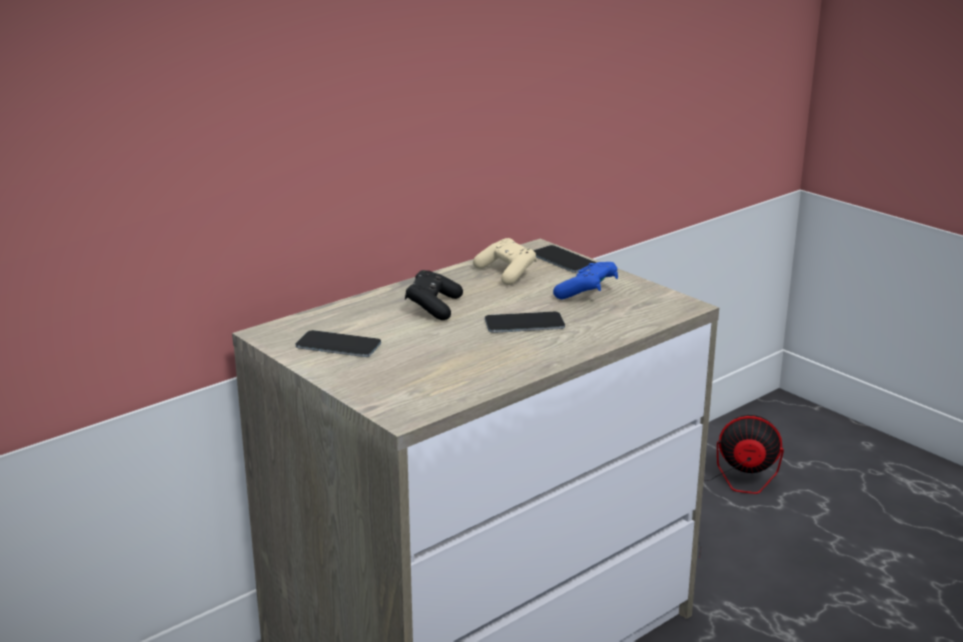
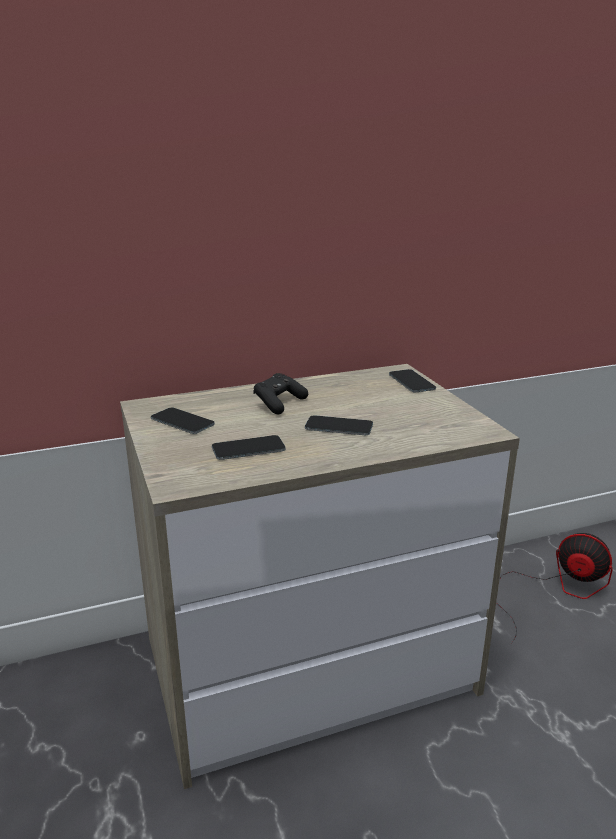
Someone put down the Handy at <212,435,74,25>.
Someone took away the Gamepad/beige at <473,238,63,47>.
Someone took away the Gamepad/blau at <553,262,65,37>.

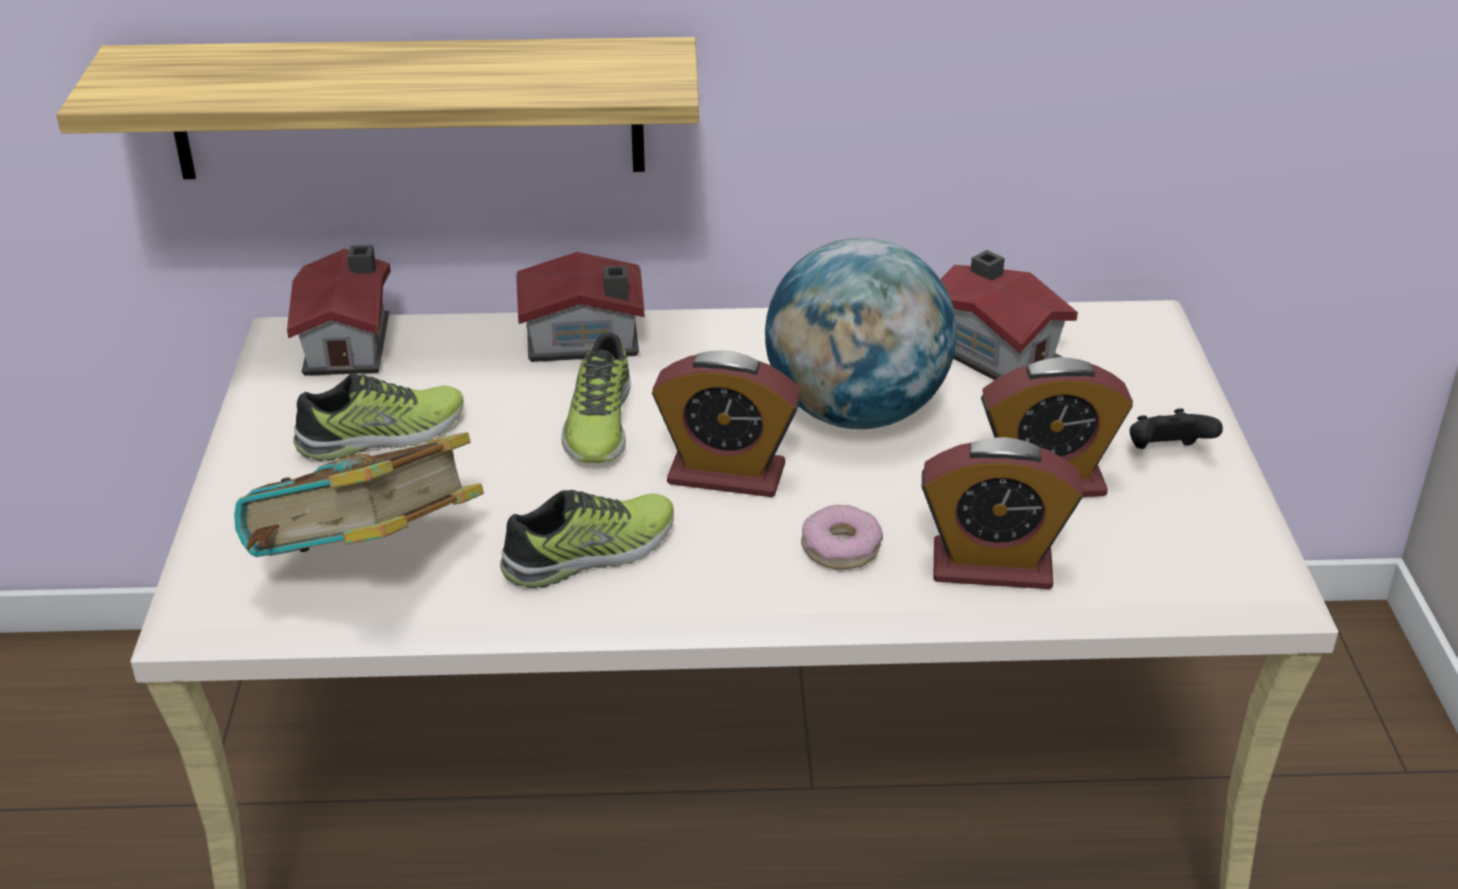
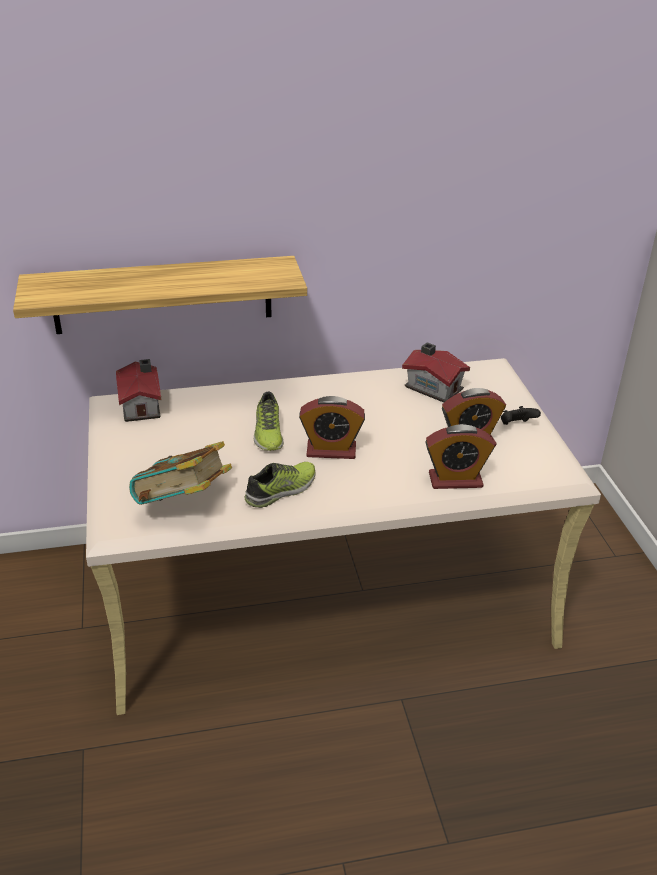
Someone took away the Schuh at <293,374,171,87>.
Someone took away the Spielzeughaus at <516,252,128,110>.
Someone took away the Globus at <765,238,192,191>.
Someone took away the Donut at <801,504,82,65>.

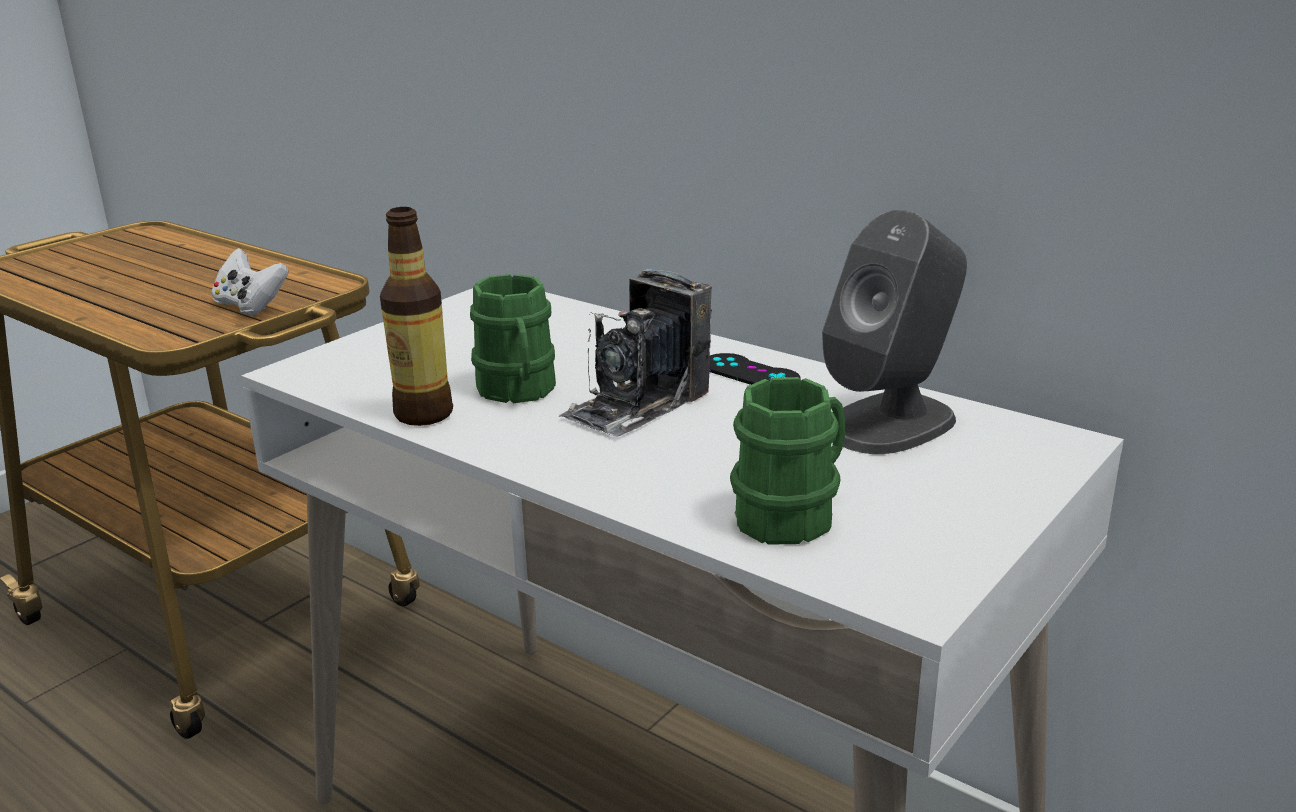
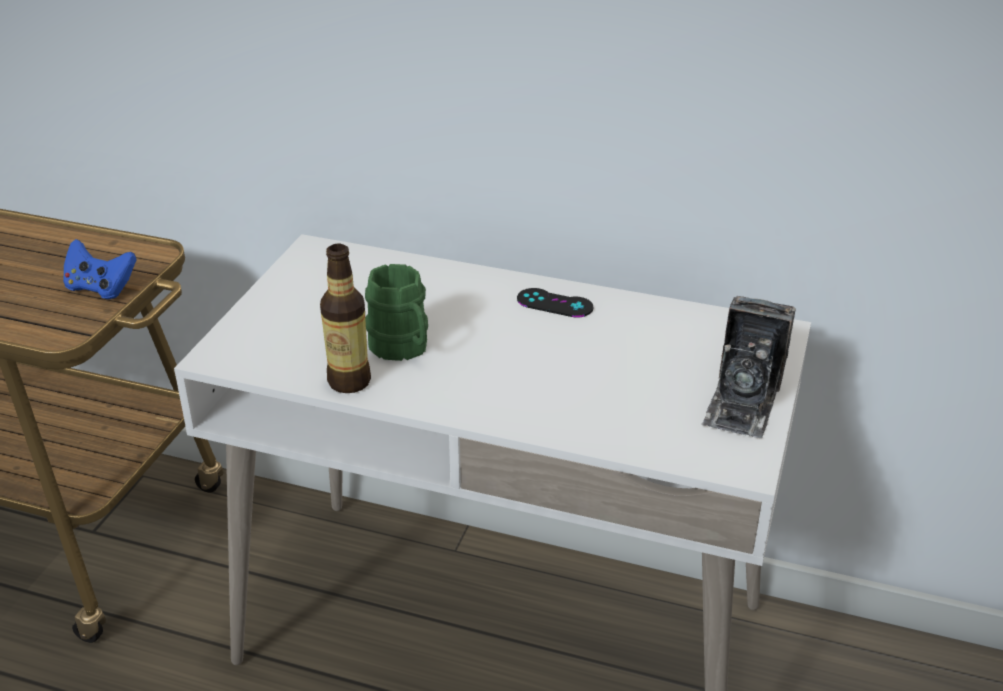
Someone repainted the Gamepad/weiß at <212,248,77,67>, which became the Gamepad/blau at <63,239,74,60>.
Someone carried the Kamera from <558,269,154,168> to <702,296,94,142>.
Someone took away the Henkelbecher/grün at <730,377,115,168>.
Someone took away the Lautsprecher/grau at <822,209,145,245>.

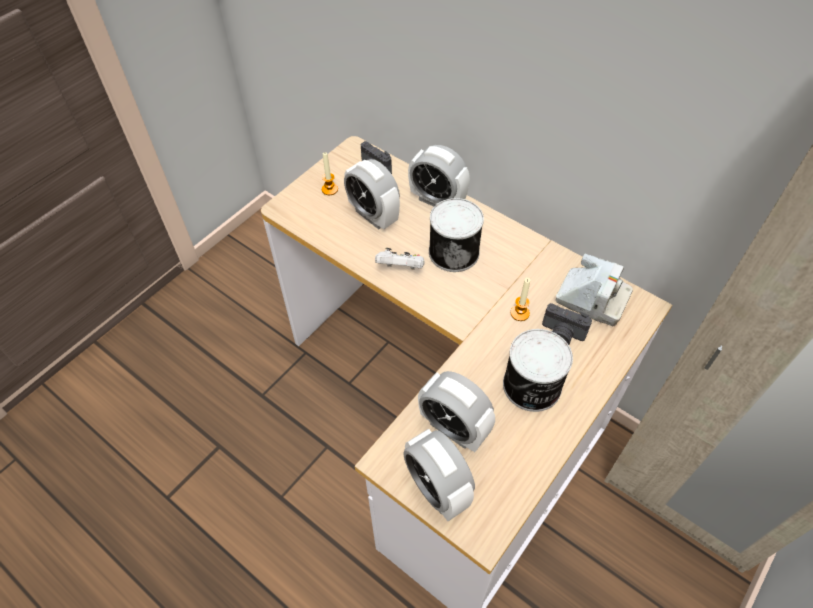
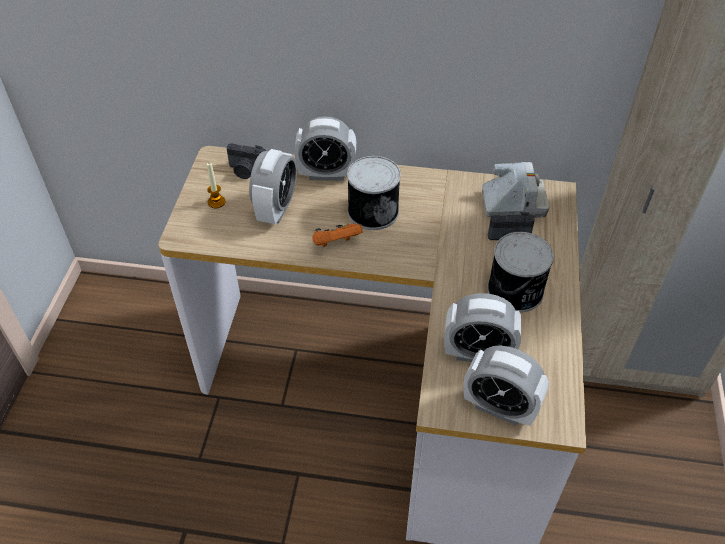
Someone rotated the Wecker at <344,159,56,70> by 90 degrees counterclockwise.
Someone repainted the Gamepad/weiß at <375,248,50,22>, which became the Gamepad/orange at <312,223,51,24>.
Someone took away the Kerze at <511,278,19,43>.

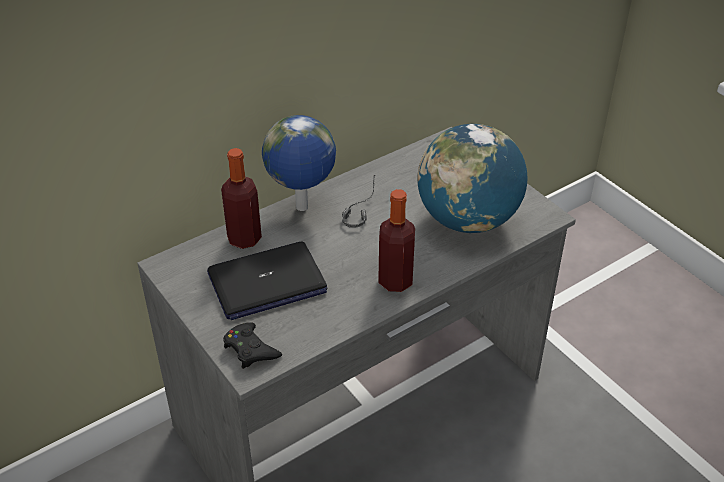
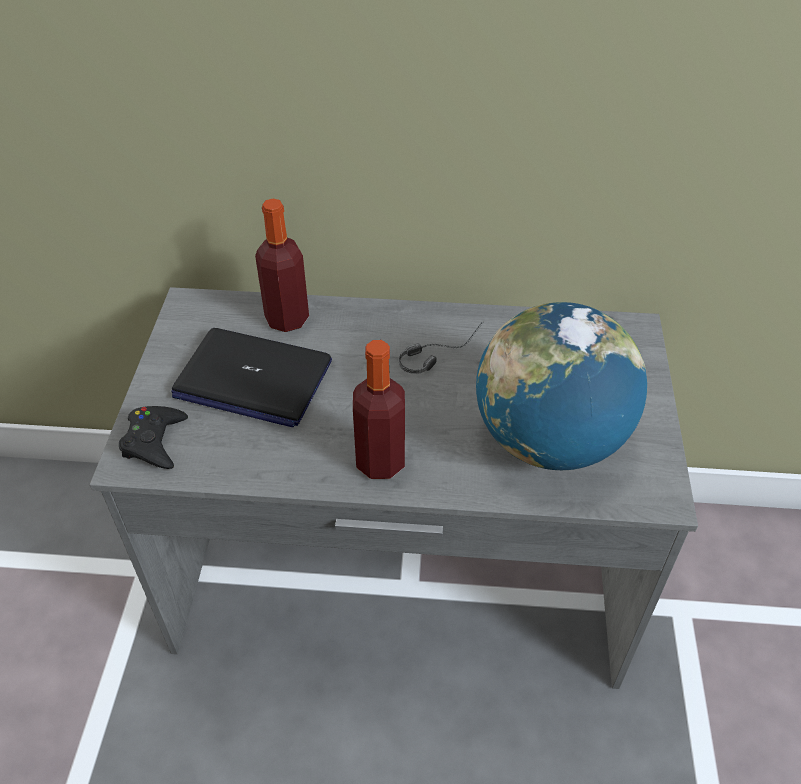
Someone took away the Globus at <262,115,74,96>.

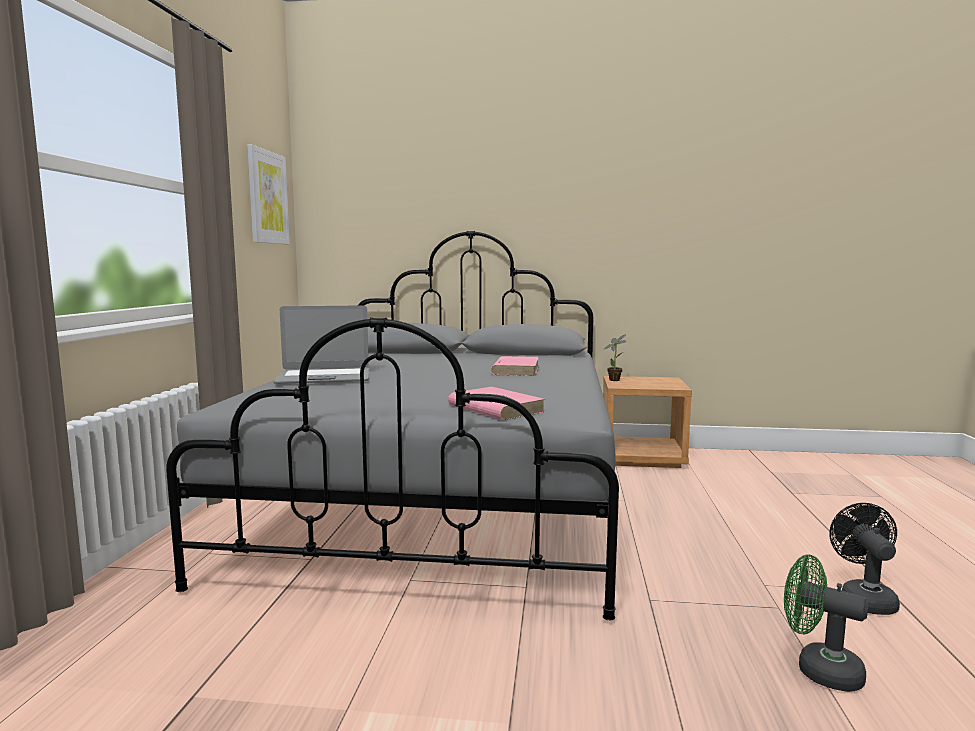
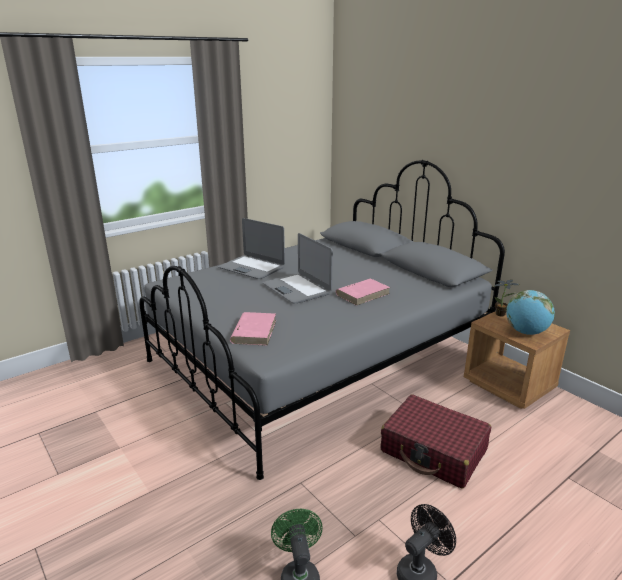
Someone put down the Laptop at <263,233,70,71>.
Someone put down the Koffer/rot at <381,395,110,94>.
Someone put down the Globus at <506,290,49,45>.
Someone took away the Bild at <247,144,43,100>.

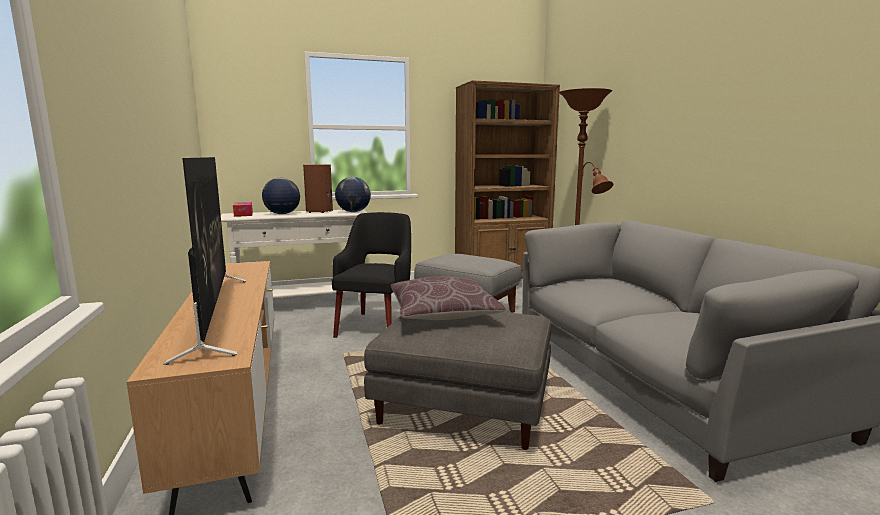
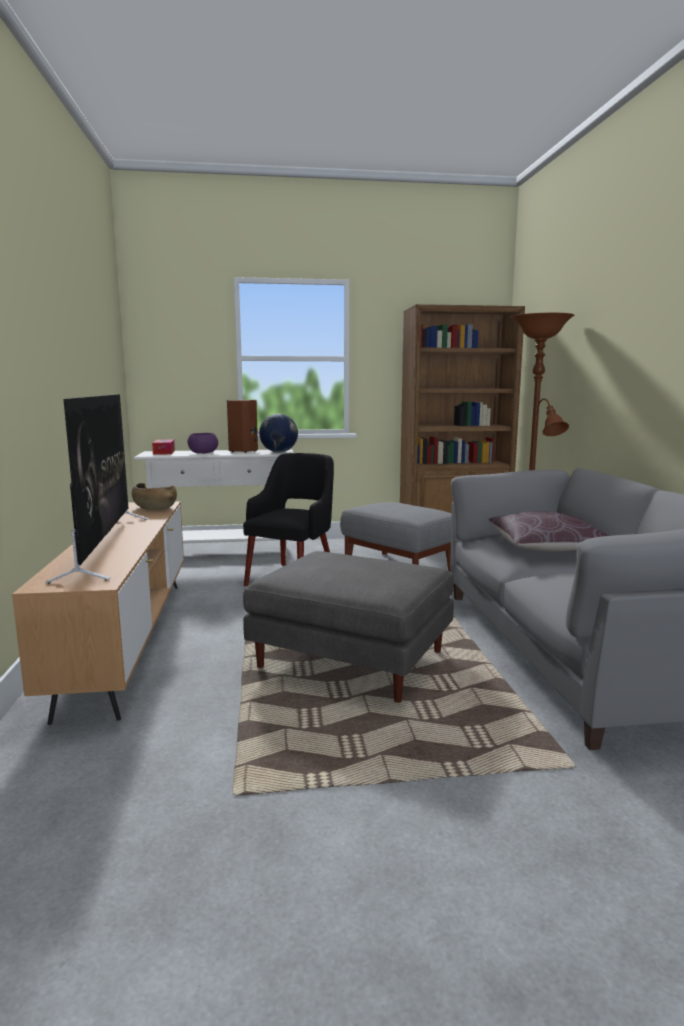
Someone put down the Schüssel/braun at <132,483,45,27>.
Someone swapped the Globus at <262,178,38,36> for the Schüssel/lila at <188,433,30,20>.
Someone carried the Kissen/braun from <391,276,115,44> to <489,511,119,41>.

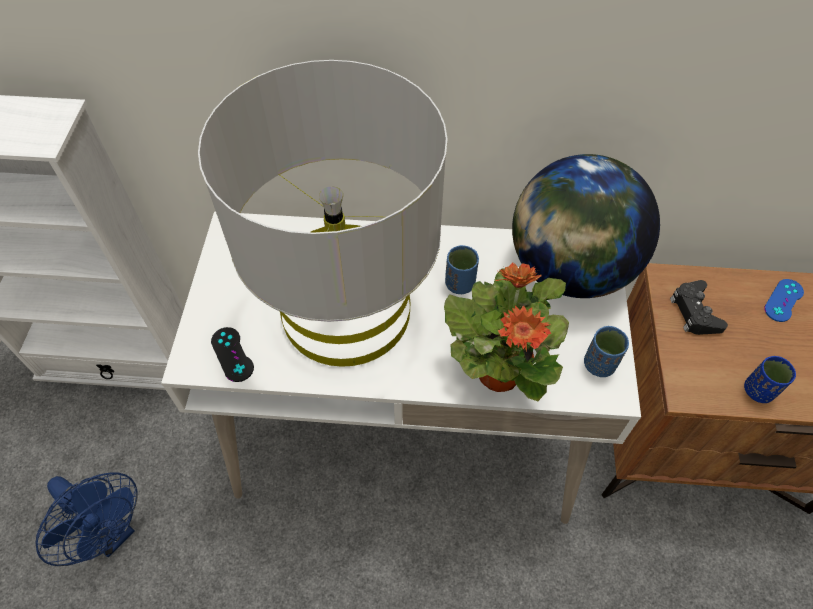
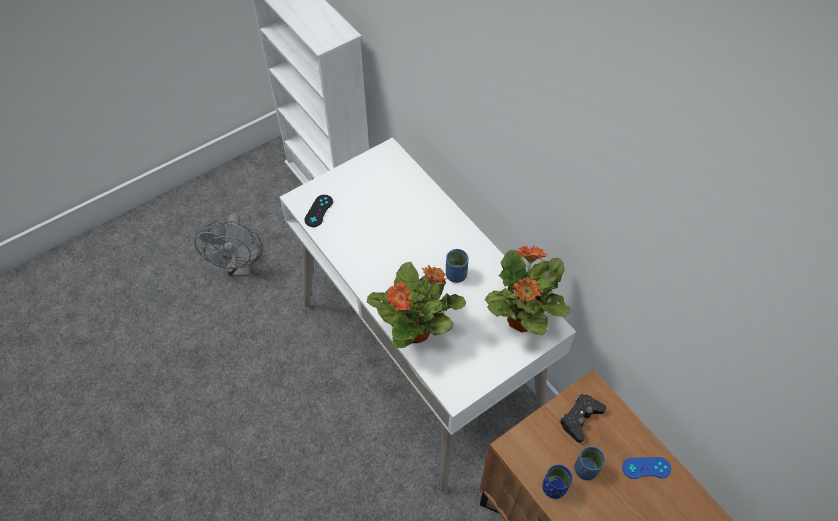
Someone repainted the Ventilator/blau at <36,472,102,94>, which became the Ventilator/grau at <195,213,68,64>.
Someone swapped the Globus at <512,154,148,144> for the Topfpflanze at <485,245,85,90>.
Someone carried the Tasse/blau from <584,326,45,51> to <574,446,31,34>.
Someone took away the Tischlampe/grau at <198,60,249,307>.

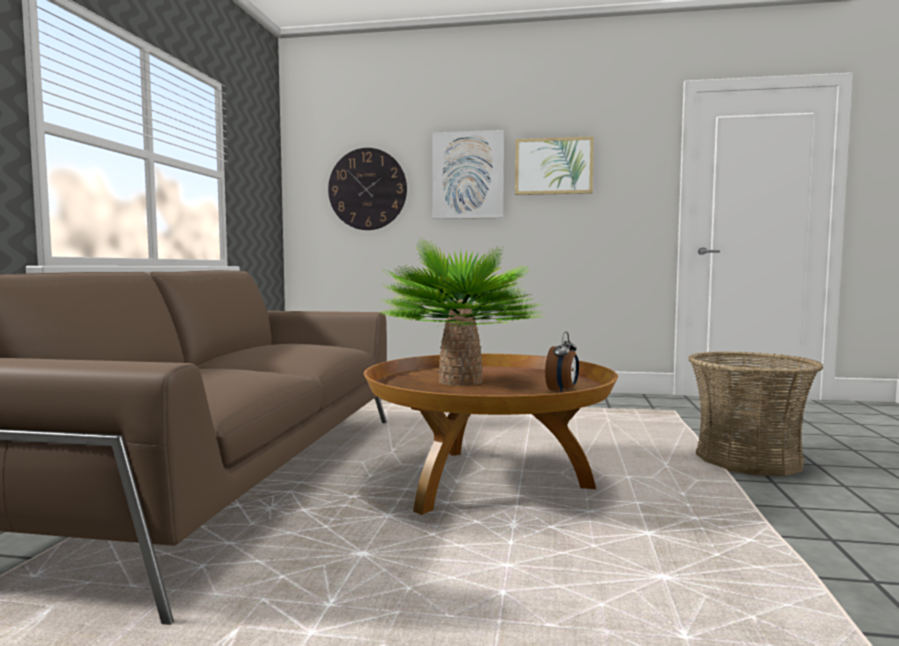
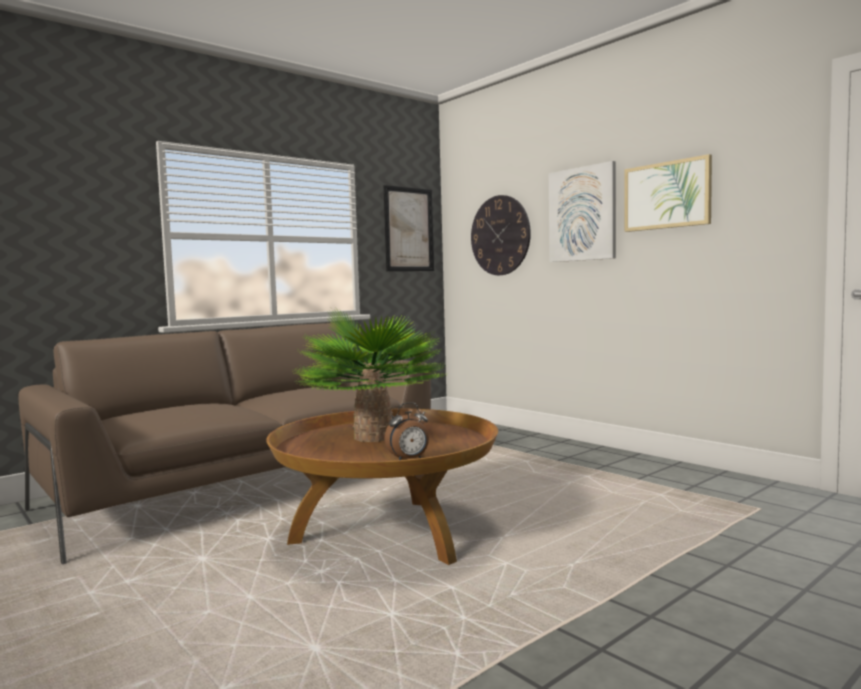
Someone put up the Bild at <383,185,51,86>.
Someone took away the Korb at <688,351,135,125>.

